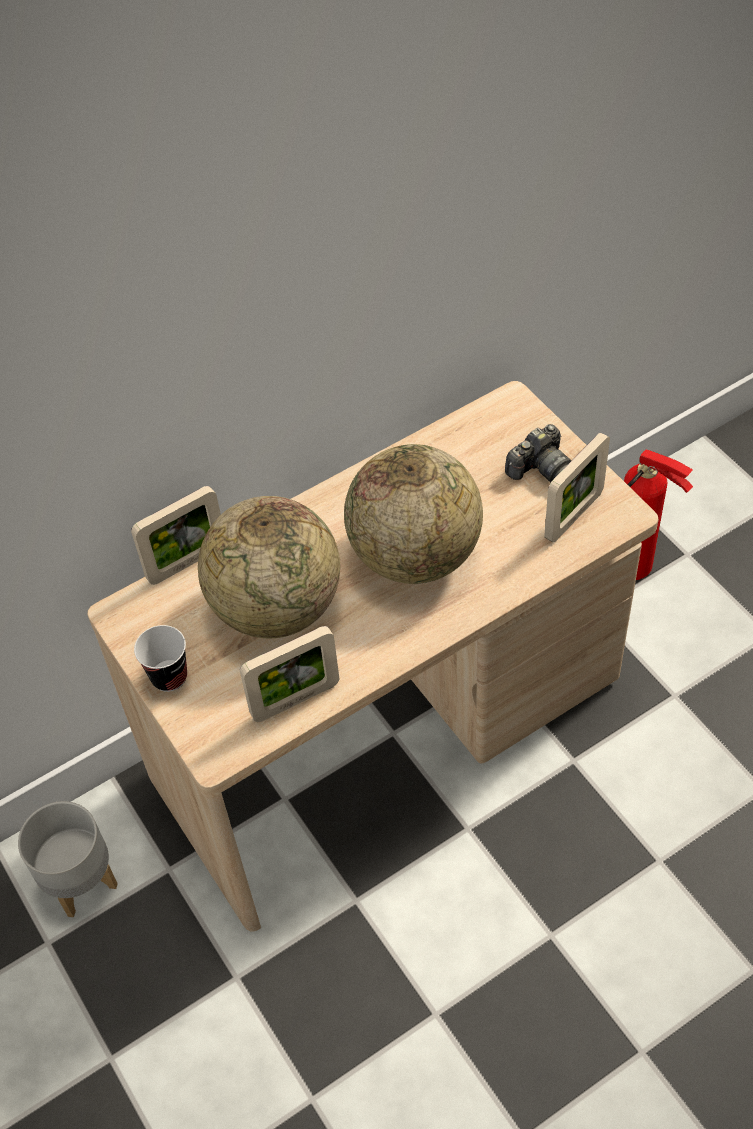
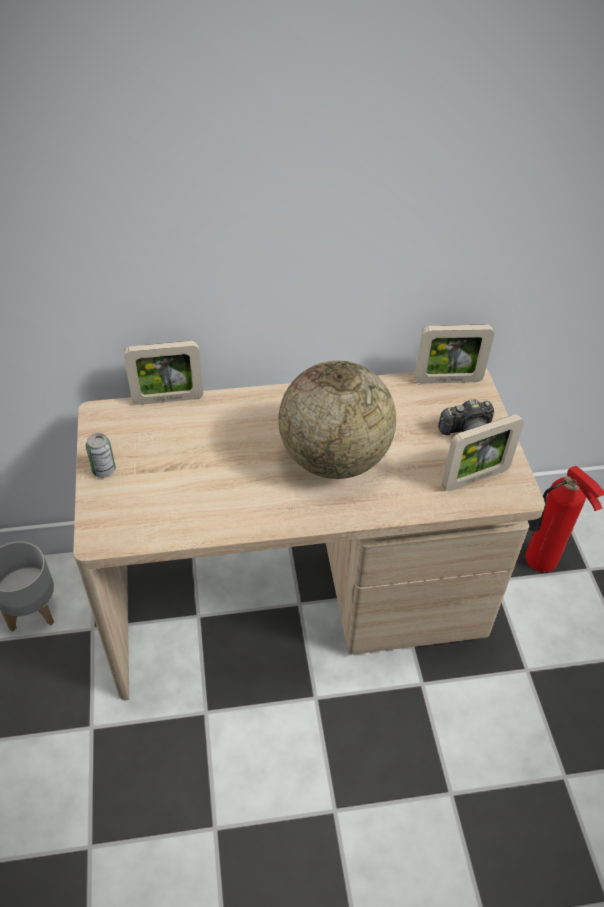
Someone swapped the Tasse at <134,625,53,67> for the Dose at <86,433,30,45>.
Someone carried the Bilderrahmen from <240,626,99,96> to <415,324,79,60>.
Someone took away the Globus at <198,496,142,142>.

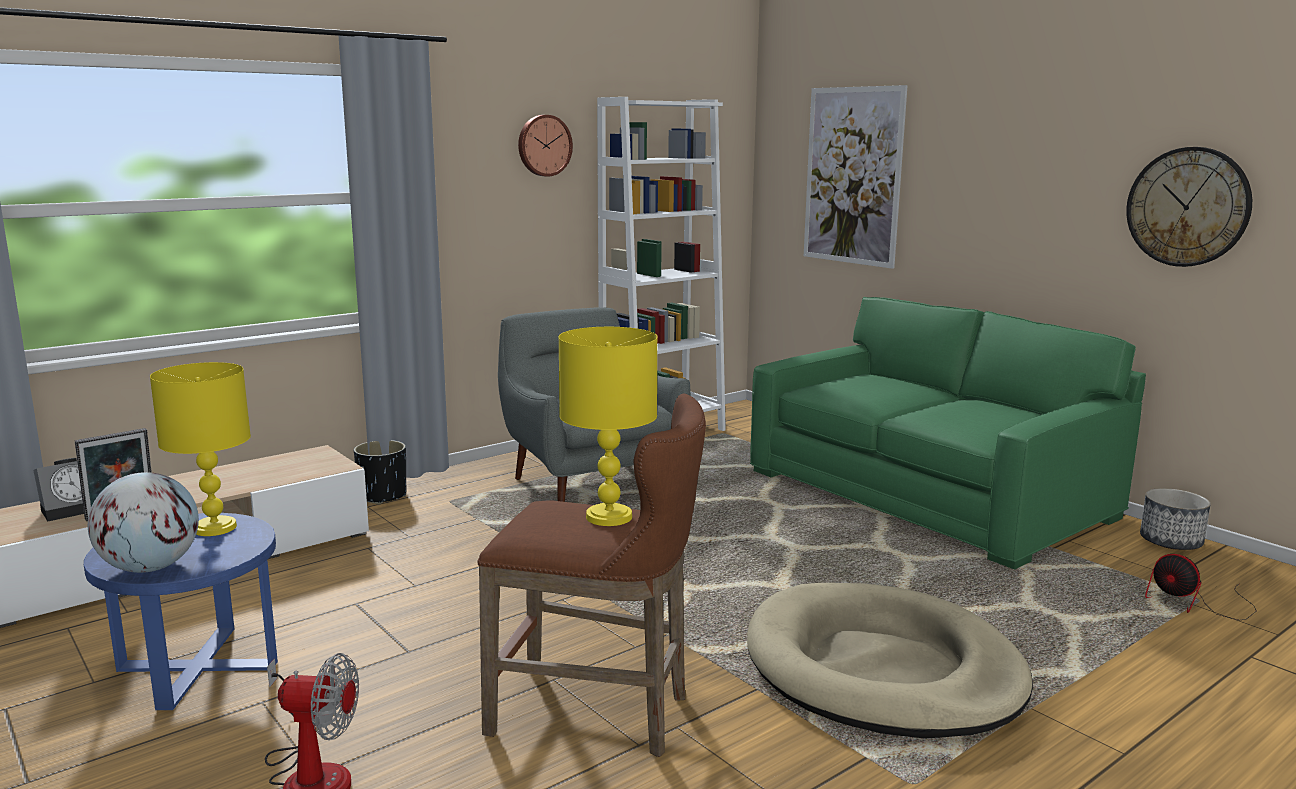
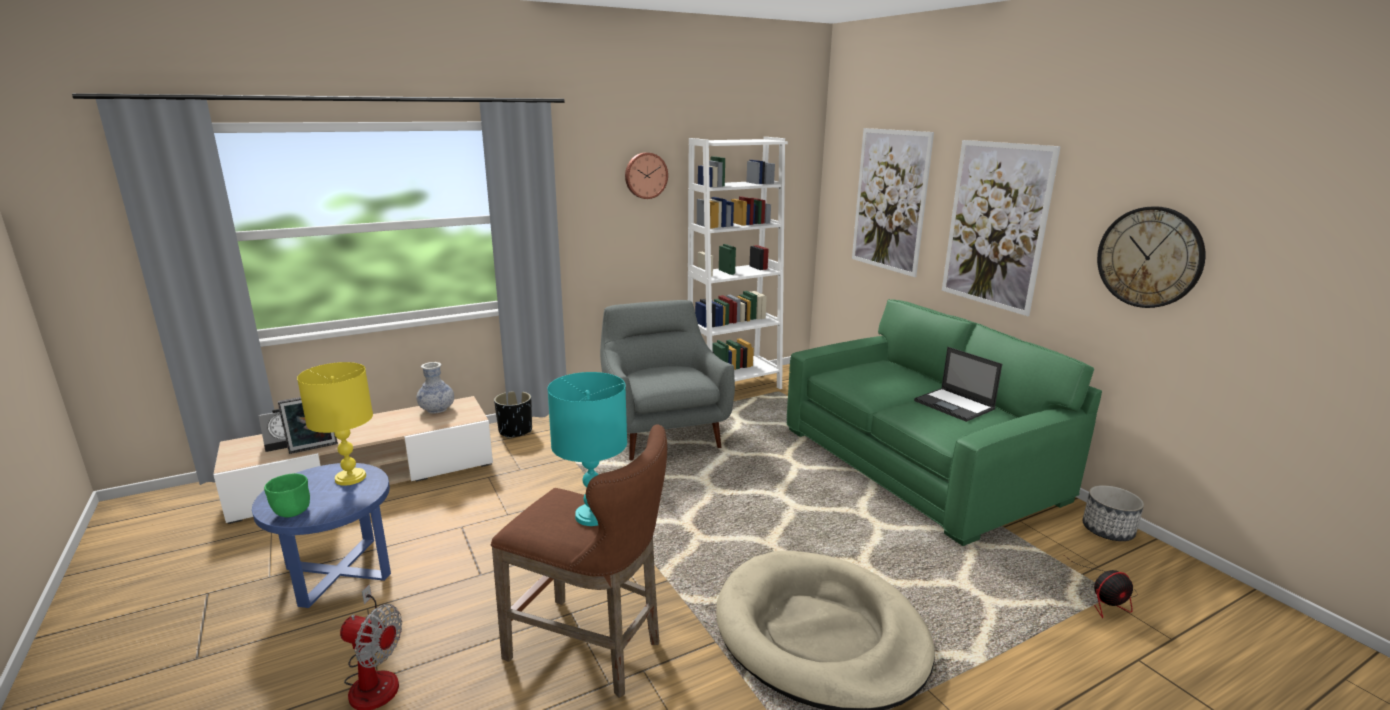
Someone swapped the Globus at <88,472,111,101> for the Schüssel/grün at <264,473,46,44>.
Someone put down the Vase at <416,362,38,52>.
Someone repainted the Tischlampe/gelb at <558,327,100,199>, which became the Tischlampe/türkis at <547,372,80,154>.
Someone put down the Laptop at <914,347,88,75>.
Someone put up the Bild at <942,140,119,176>.
Someone rotated the Ventilator at <1145,554,111,66> by 75 degrees counterclockwise.

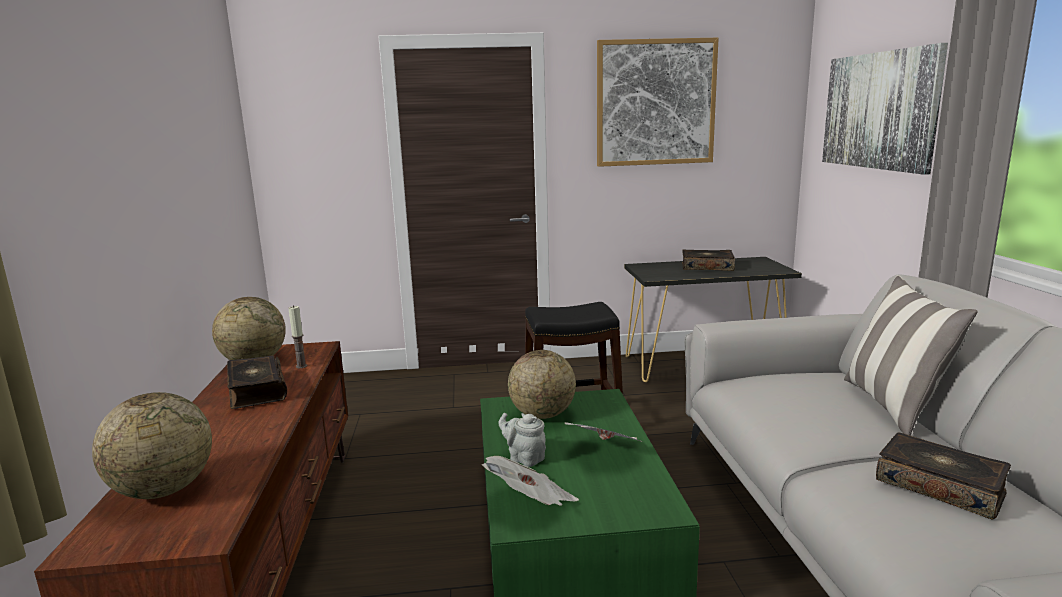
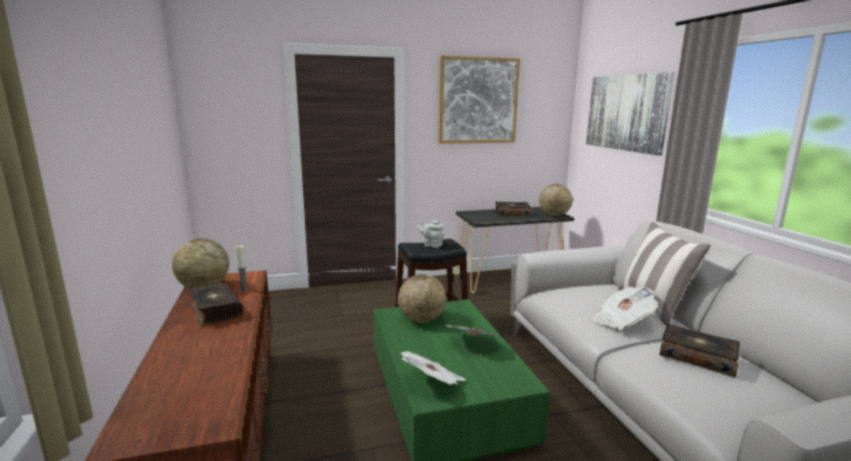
Someone carried the Teekanne/grau from <498,413,48,54> to <418,220,26,28>.
Someone carried the Globus from <92,392,120,107> to <539,184,34,32>.
Someone put down the Zeitung at <592,287,65,43>.

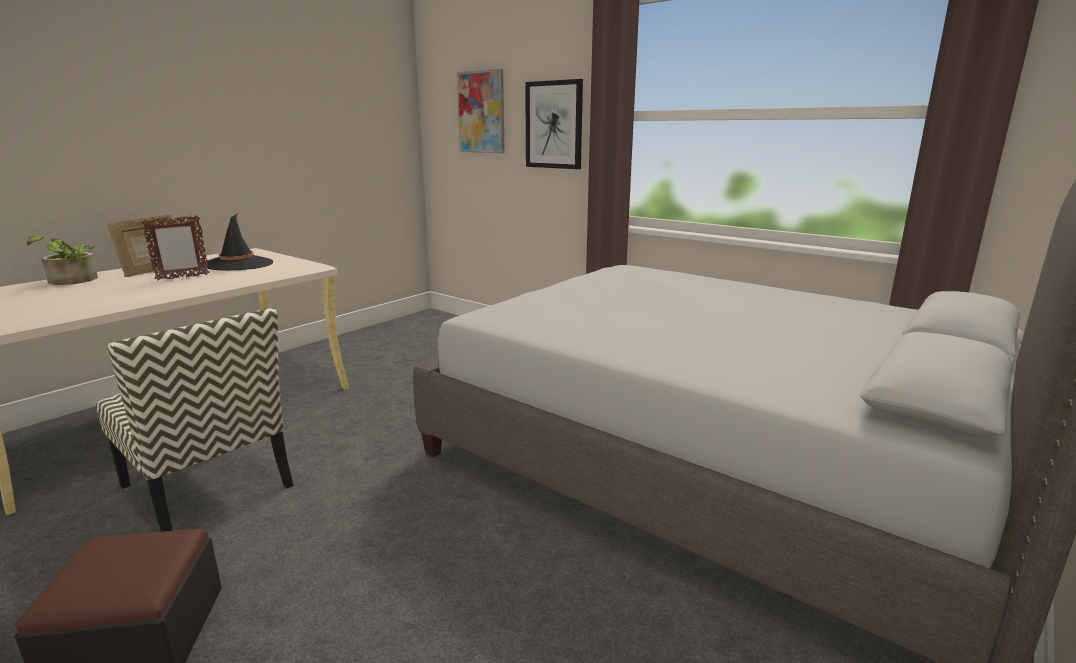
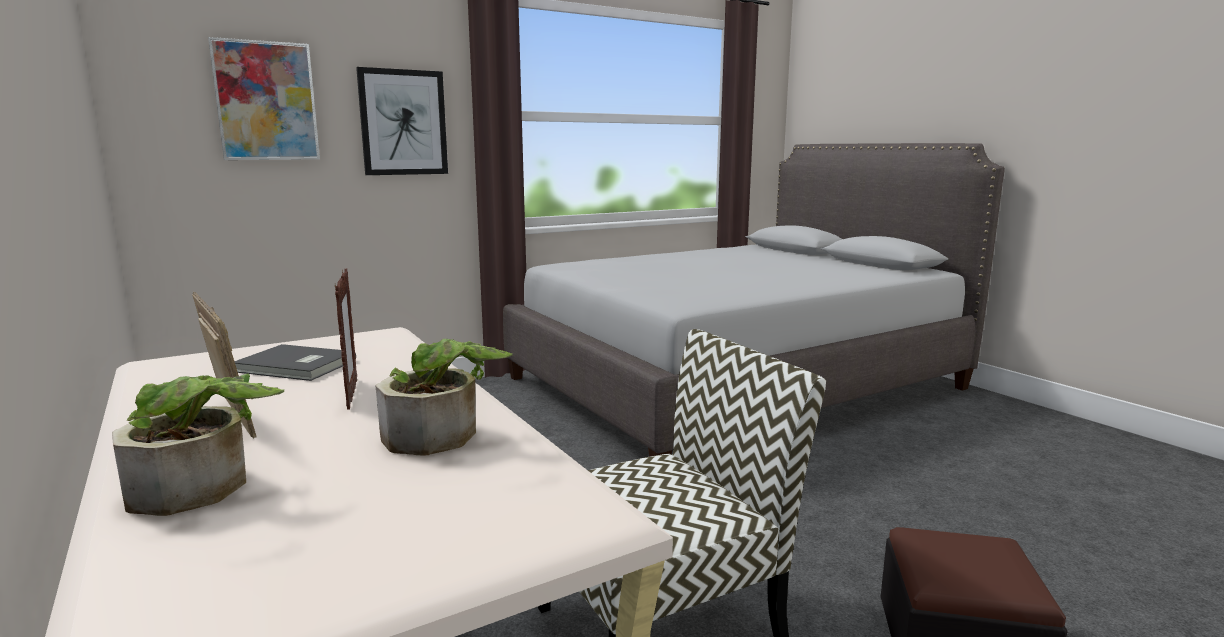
Someone swapped the Hut/schwarz at <202,213,71,58> for the Buch/grau at <234,344,122,37>.
Someone put down the Topfpflanze at <376,339,137,116>.

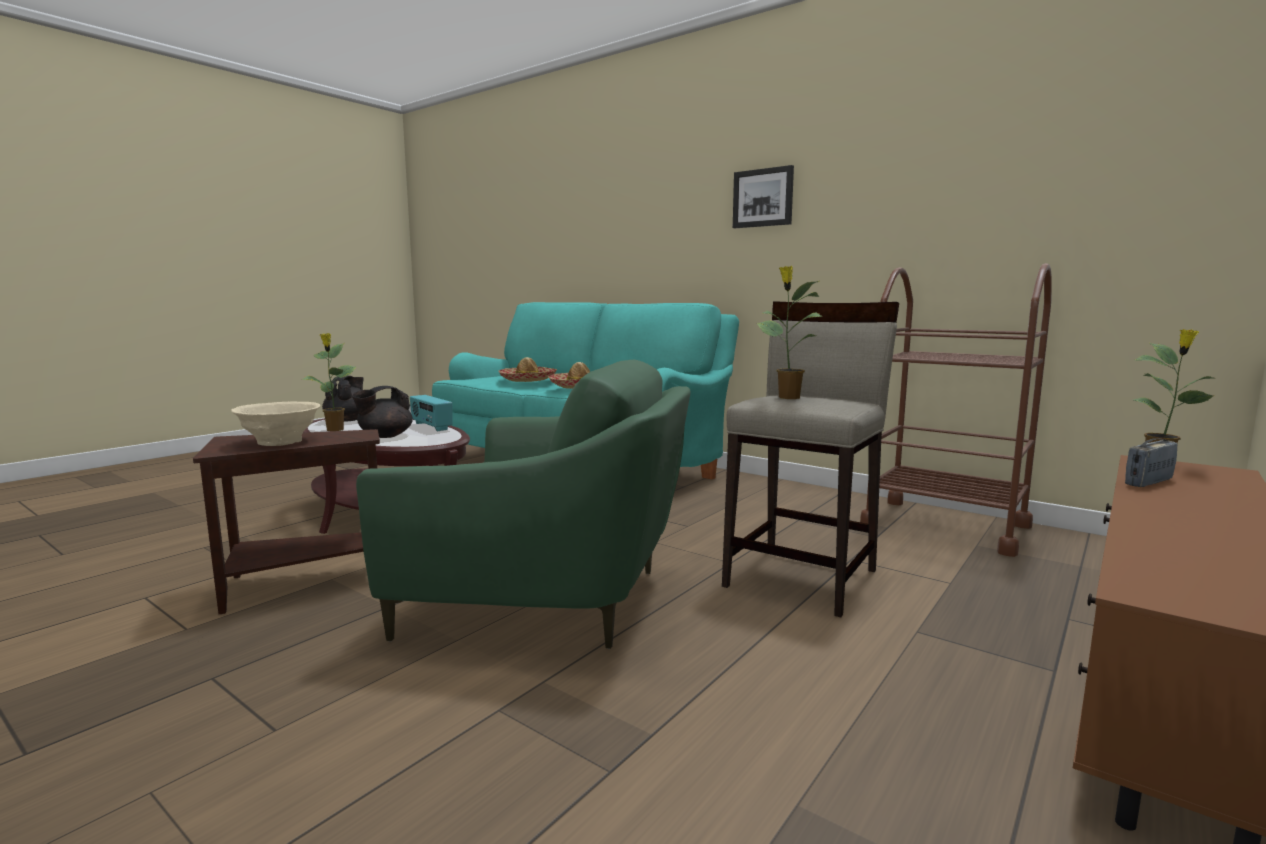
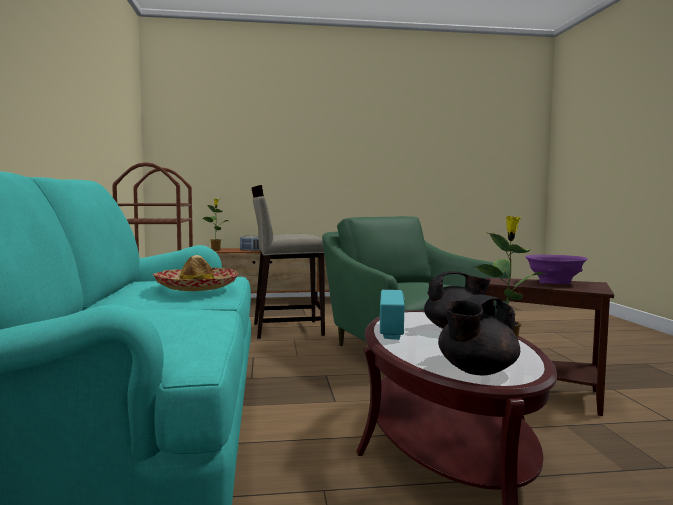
Someone repainted the Schüssel/beige at <231,401,89,45>, which became the Schüssel/lila at <525,255,63,29>.
Someone took away the Hut at <498,357,59,25>.
Someone took away the Bild at <733,165,61,63>.
Someone took away the Topfpflanze at <757,266,65,133>.

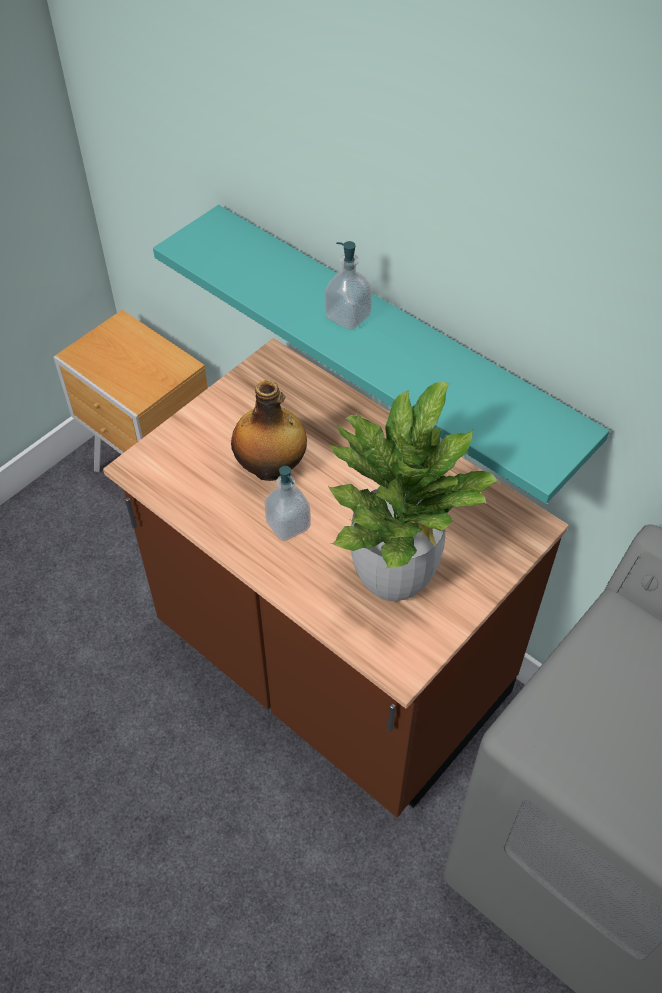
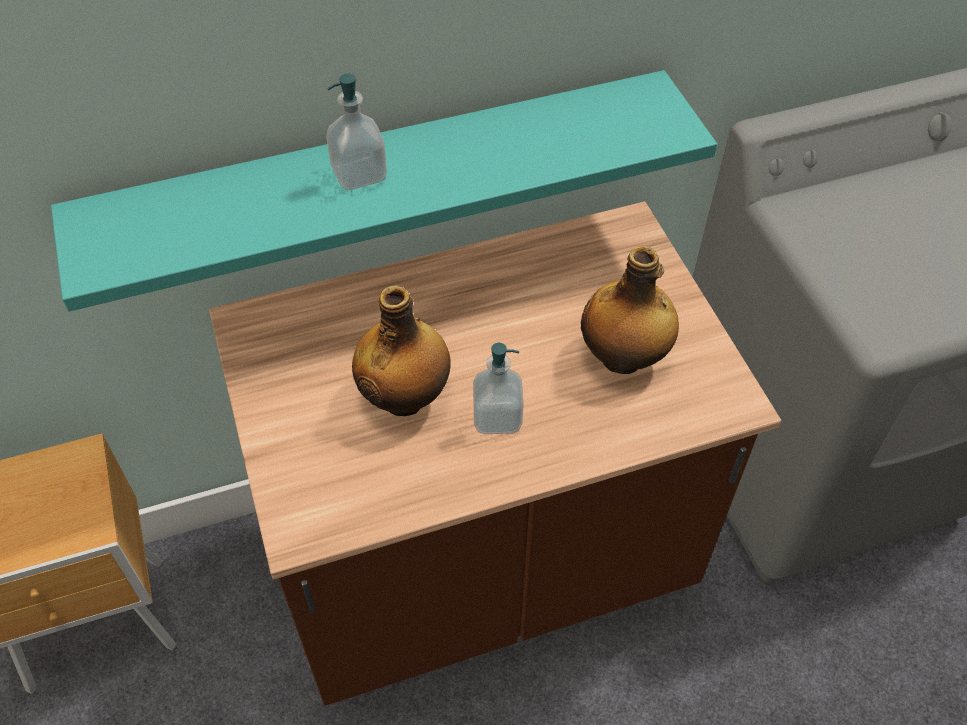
Someone swapped the Topfpflanze at <328,382,170,219> for the Flasche at <581,246,98,128>.

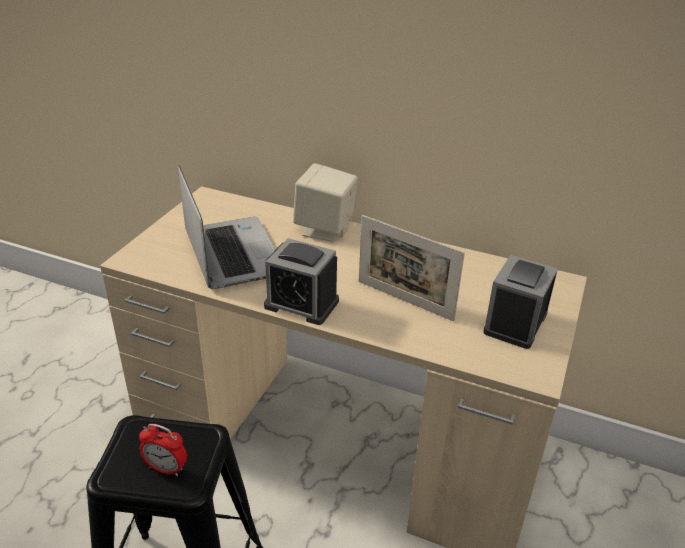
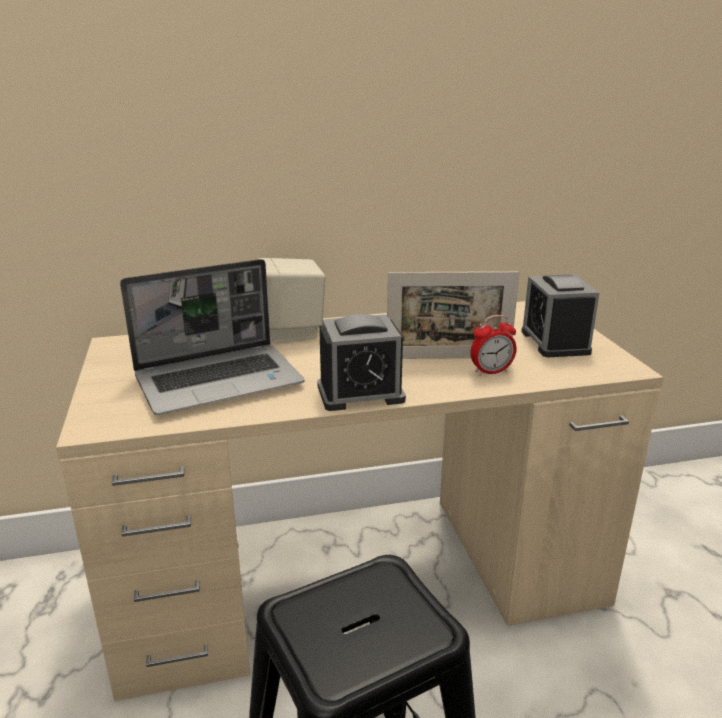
Someone rotated the Laptop at <178,166,98,123> by 120 degrees clockwise.
Someone carried the Wecker from <139,424,48,53> to <470,315,47,61>.

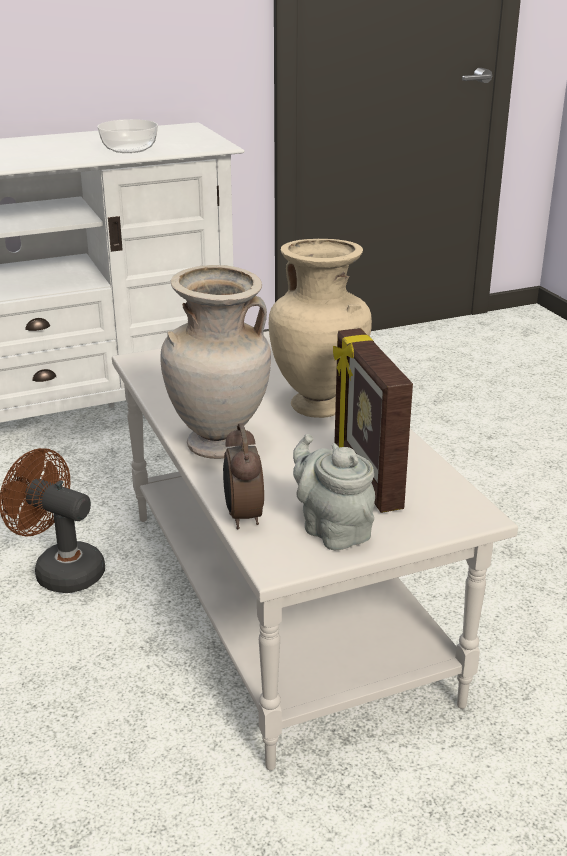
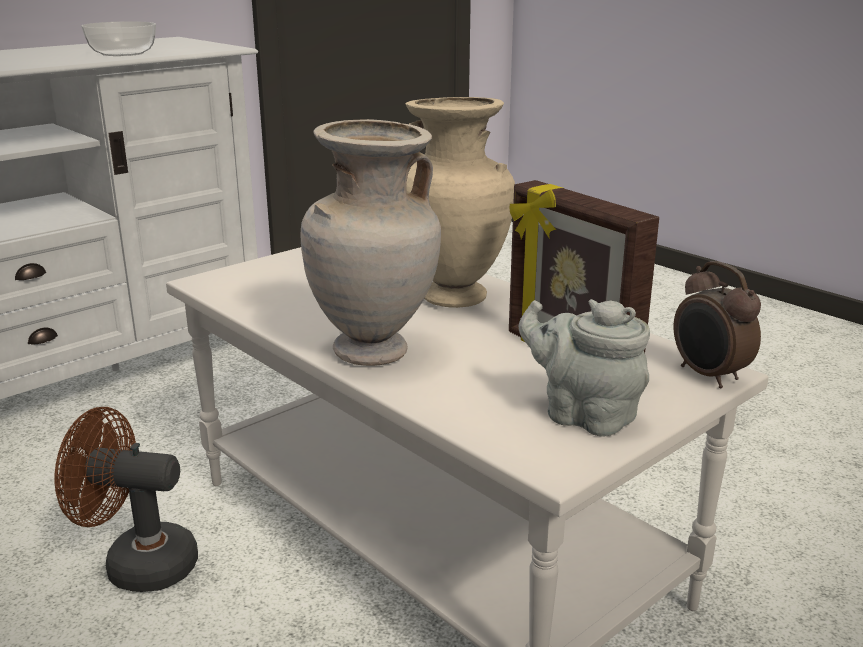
Someone carried the Wecker from <223,423,41,107> to <674,261,87,127>.

